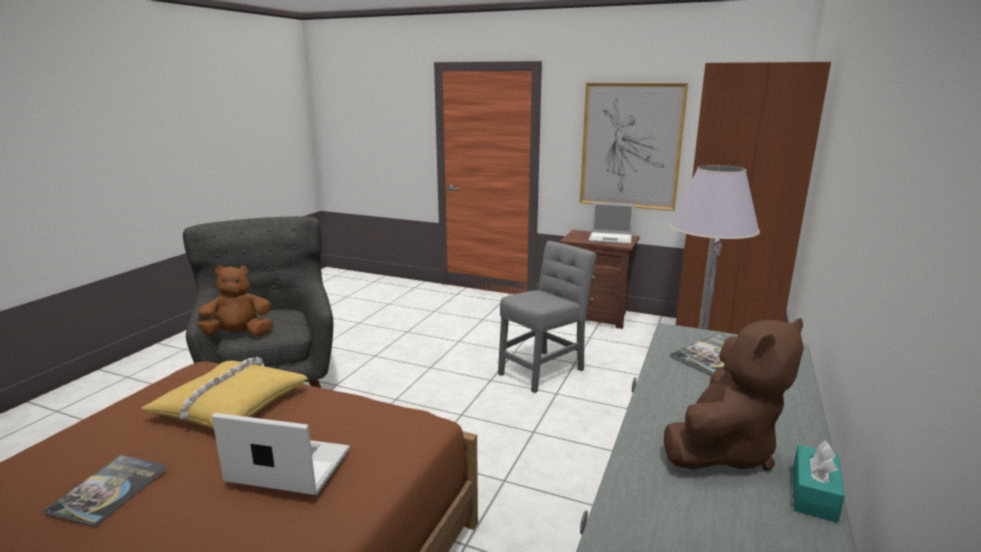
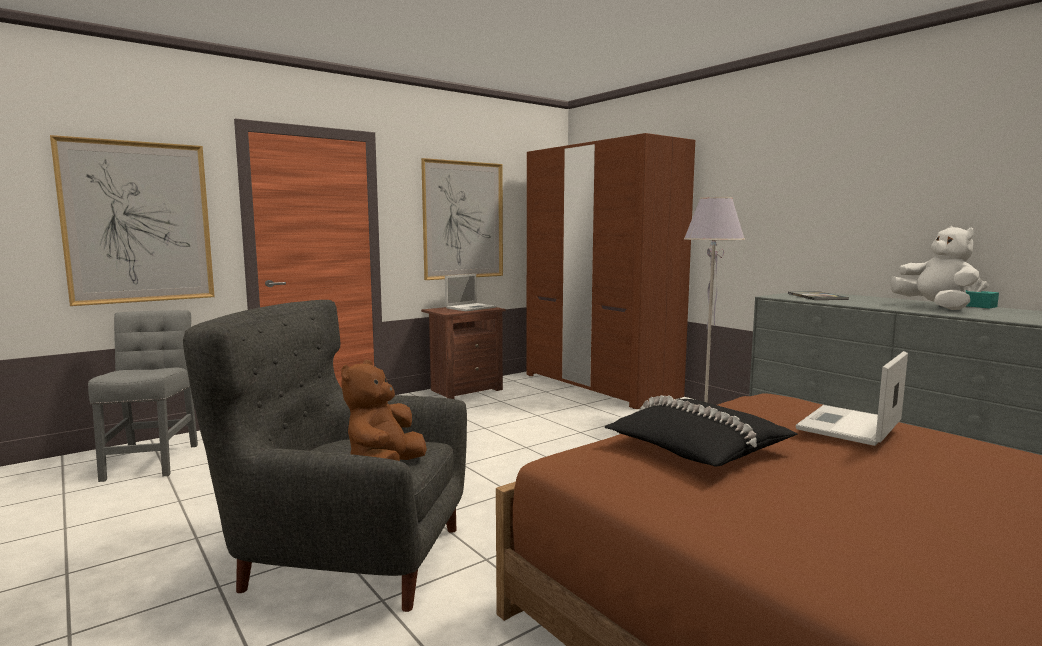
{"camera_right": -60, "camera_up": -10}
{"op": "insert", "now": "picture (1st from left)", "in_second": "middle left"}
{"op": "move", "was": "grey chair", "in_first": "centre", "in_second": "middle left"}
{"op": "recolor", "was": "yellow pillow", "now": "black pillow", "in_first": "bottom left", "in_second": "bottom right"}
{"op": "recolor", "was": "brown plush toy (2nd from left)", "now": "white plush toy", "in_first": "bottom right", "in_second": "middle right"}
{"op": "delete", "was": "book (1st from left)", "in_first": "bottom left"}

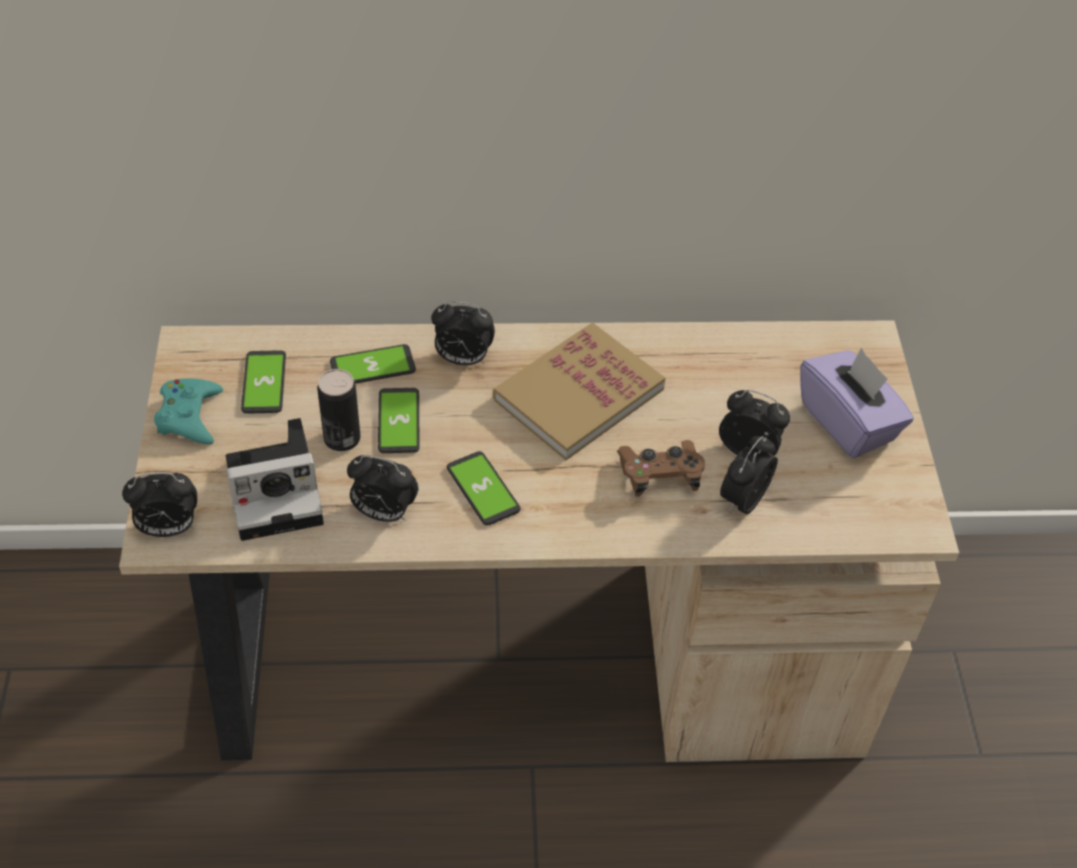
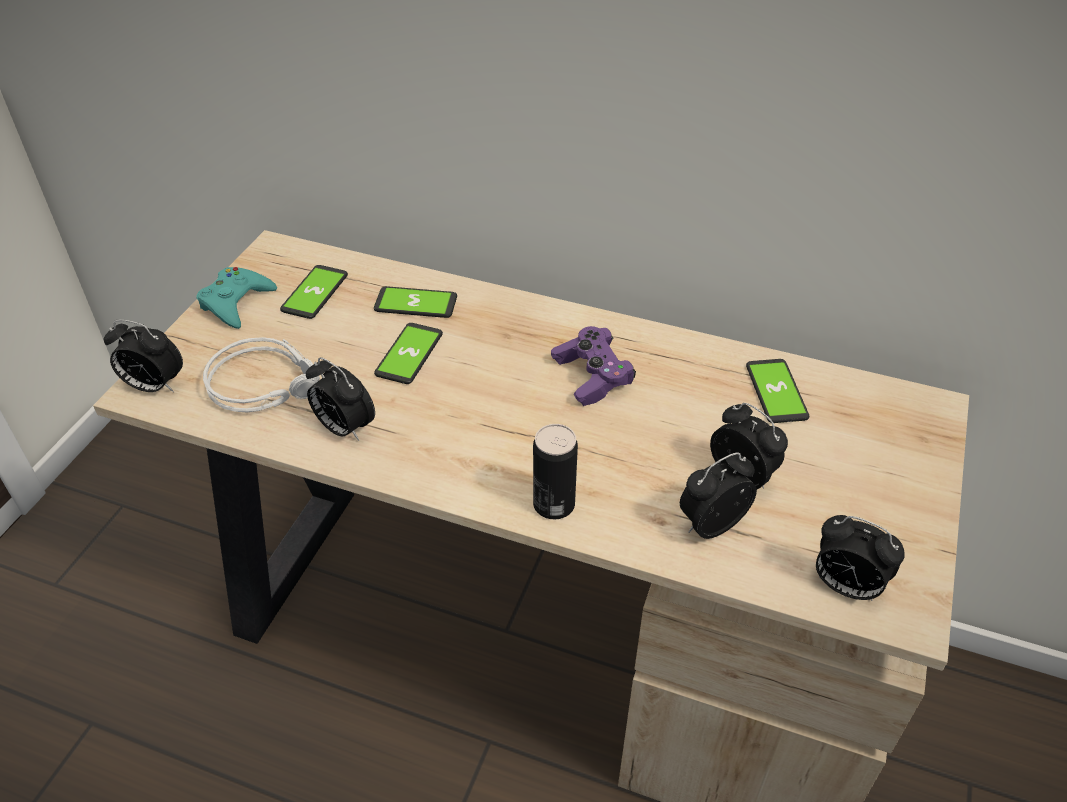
{"camera_right": 25, "camera_up": -5}
{"op": "replace", "was": "photo camera", "now": "grey headphones", "in_first": "middle left", "in_second": "middle left"}
{"op": "move", "was": "can", "in_first": "middle left", "in_second": "centre"}
{"op": "replace", "was": "book", "now": "purple game controller", "in_first": "centre", "in_second": "centre"}
{"op": "move", "was": "phone (4th from left)", "in_first": "centre", "in_second": "middle right"}
{"op": "move", "was": "alarm clock (3rd from left in the first image)", "now": "alarm clock (5th from left)", "in_first": "centre", "in_second": "bottom right"}
{"op": "delete", "was": "brown game controller", "in_first": "centre"}
{"op": "delete", "was": "purple tissue box", "in_first": "middle right"}

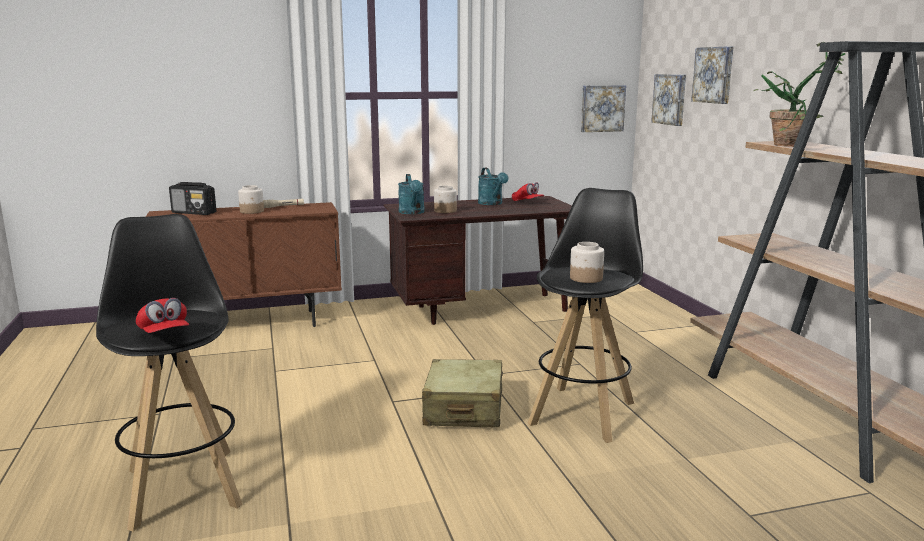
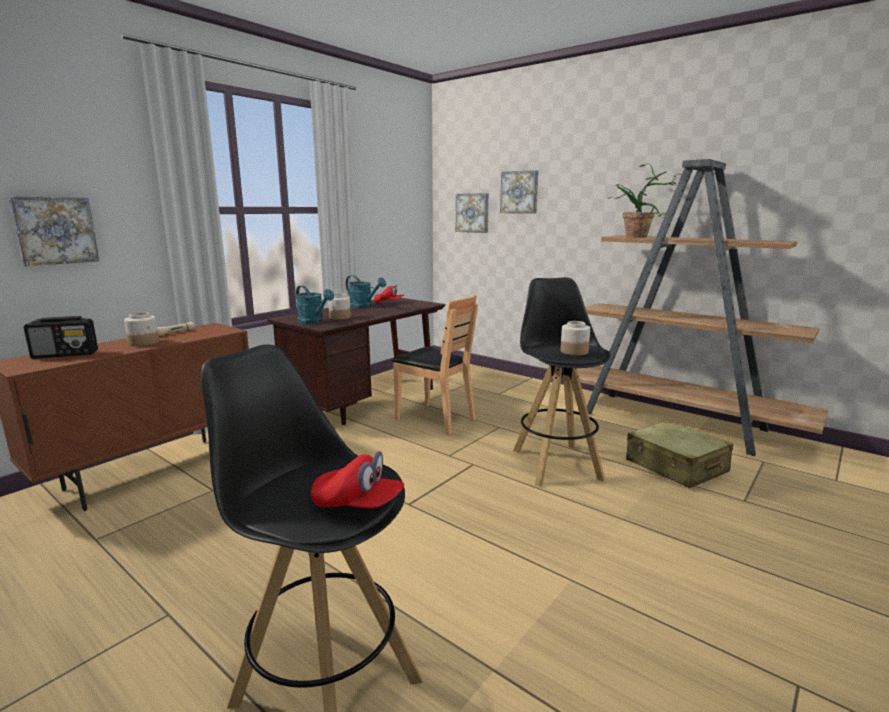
{"camera_right": -35, "camera_up": 0}
{"op": "move", "was": "picture (1st from left)", "in_first": "top centre", "in_second": "top left"}
{"op": "insert", "now": "brown chair", "in_second": "centre"}
{"op": "move", "was": "beige suitcase", "in_first": "bottom centre", "in_second": "middle right"}

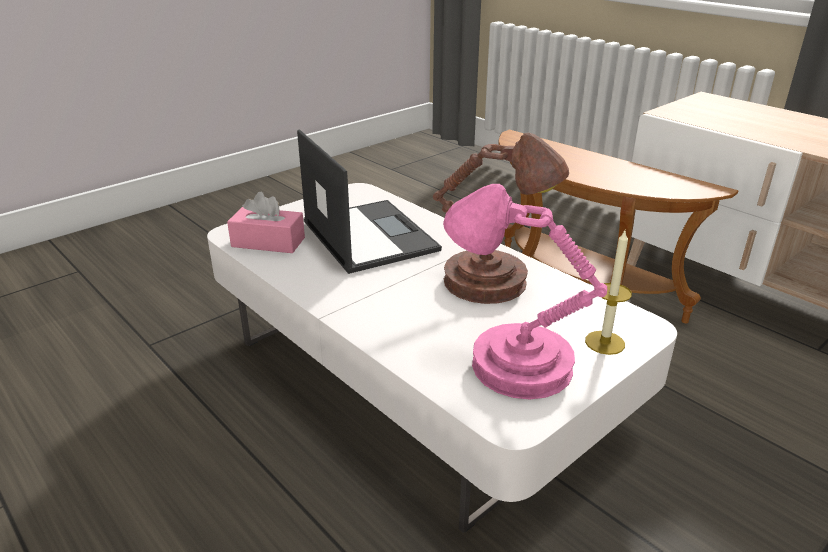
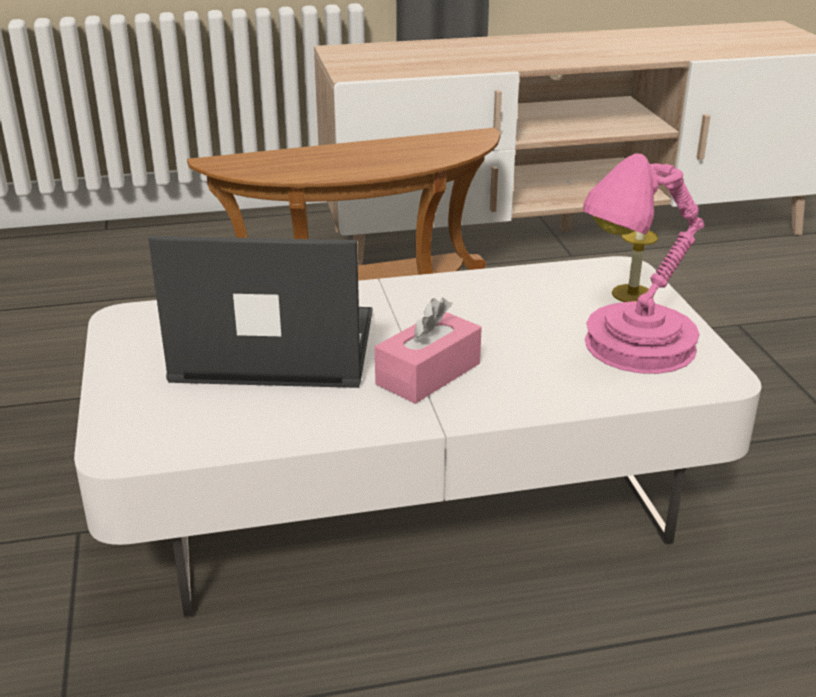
{"camera_right": -60, "camera_up": 0}
{"op": "move", "was": "pink tissue box", "in_first": "middle left", "in_second": "centre"}
{"op": "delete", "was": "brown table lamp", "in_first": "centre"}

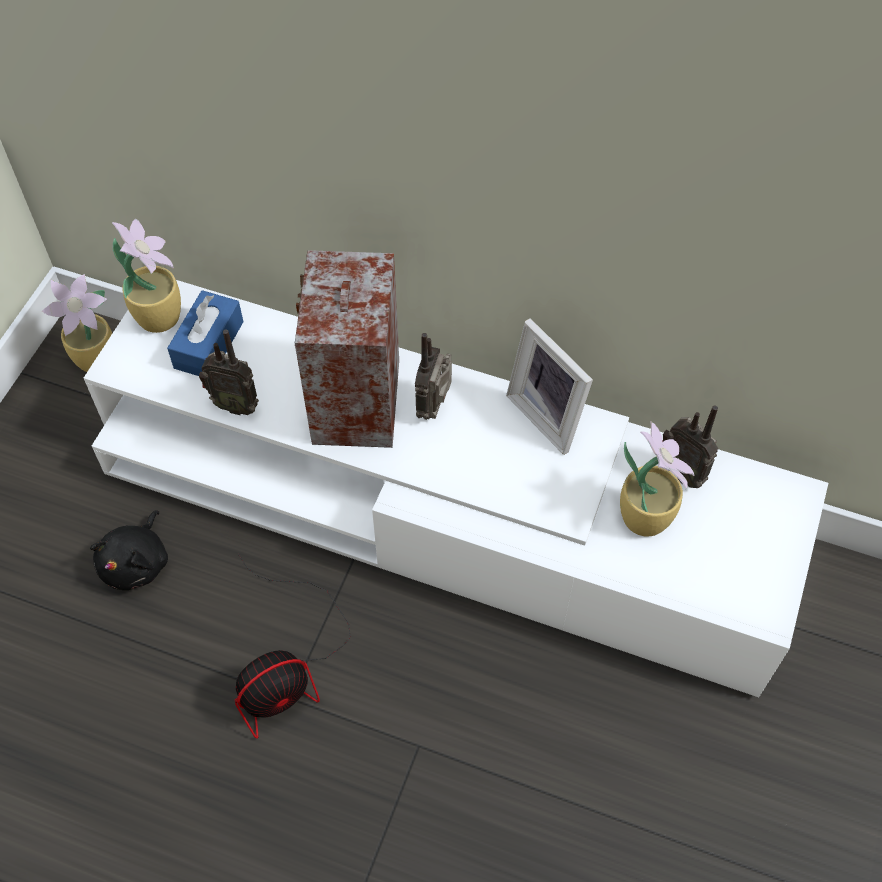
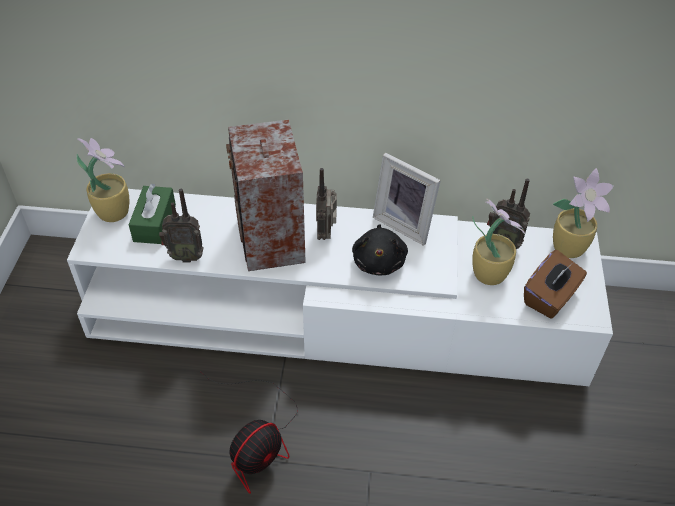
{"camera_right": -15, "camera_up": -10}
{"op": "recolor", "was": "blue tissue box", "now": "green tissue box", "in_first": "middle left", "in_second": "middle left"}
{"op": "move", "was": "black plush toy", "in_first": "middle left", "in_second": "centre"}
{"op": "insert", "now": "brown tissue box", "in_second": "middle right"}
{"op": "move", "was": "potted plant (1st from left in the first image)", "now": "potted plant (3rd from left)", "in_first": "middle left", "in_second": "middle right"}

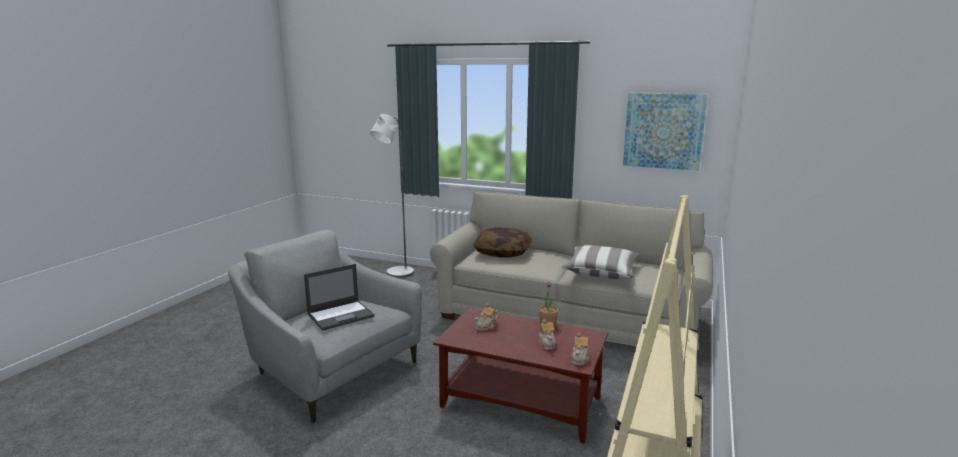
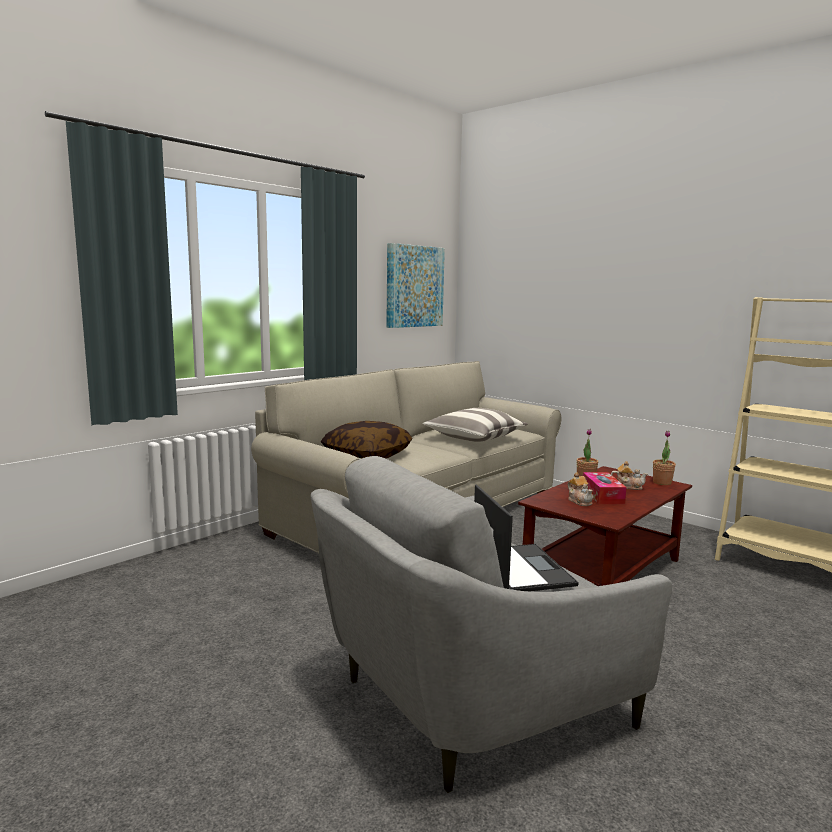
{"camera_right": -70, "camera_up": -5}
{"op": "insert", "now": "tissue box", "in_second": "middle right"}
{"op": "replace", "was": "teapot (3rd from left)", "now": "potted plant (2nd from left)", "in_first": "bottom centre", "in_second": "middle right"}
{"op": "delete", "was": "grey floor lamp", "in_first": "centre"}

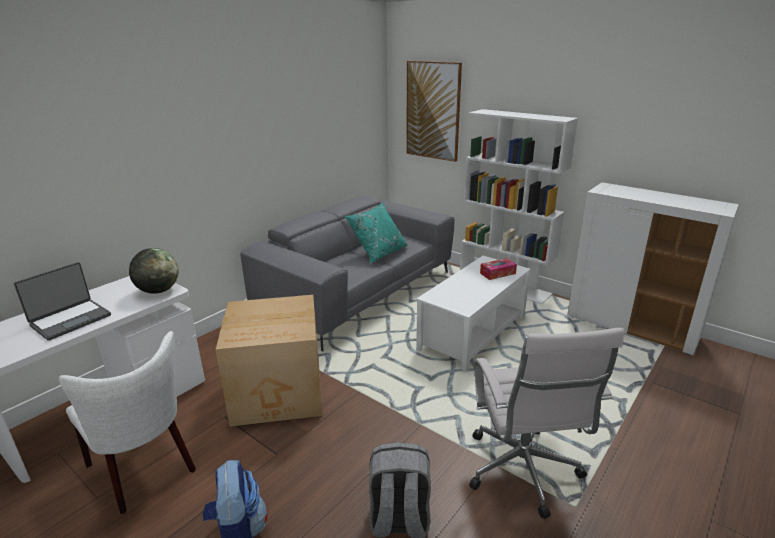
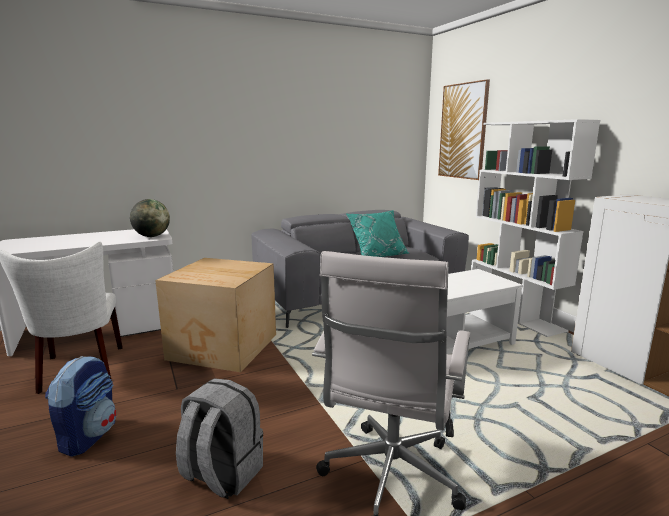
{"camera_right": 25, "camera_up": -10}
{"op": "delete", "was": "laptop", "in_first": "middle left"}
{"op": "delete", "was": "tissue box", "in_first": "centre"}

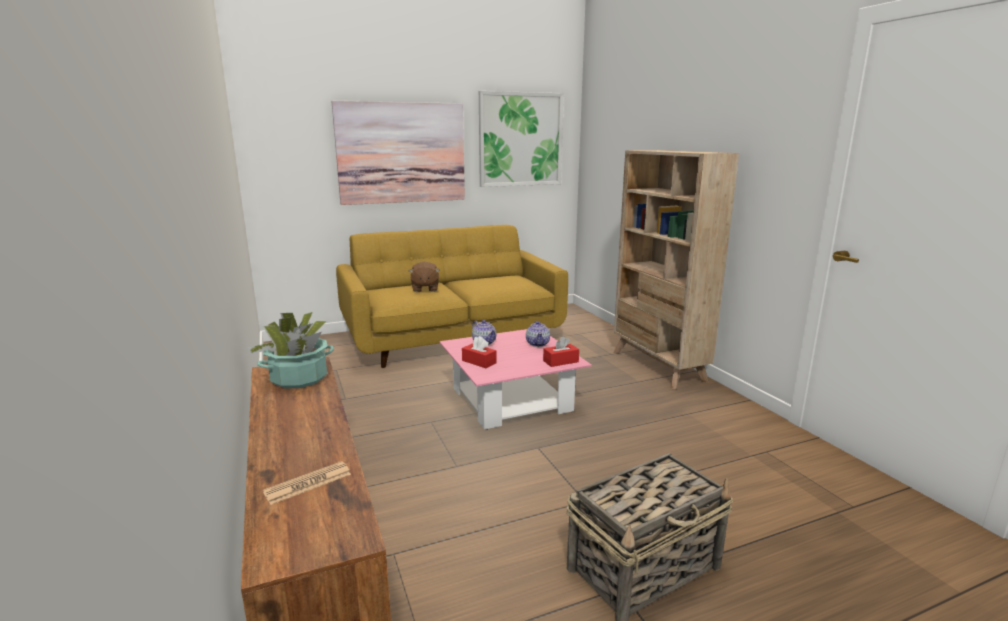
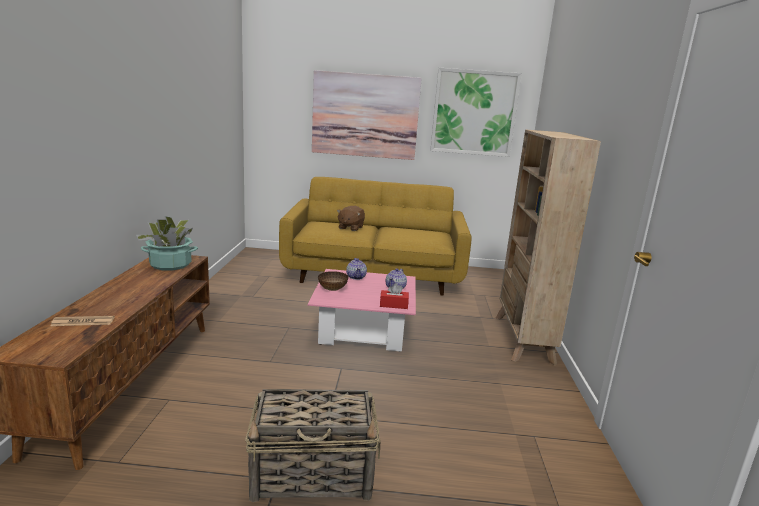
{"camera_right": 25, "camera_up": 0}
{"op": "replace", "was": "red tissue box (1st from left)", "now": "bowl", "in_first": "centre", "in_second": "centre"}

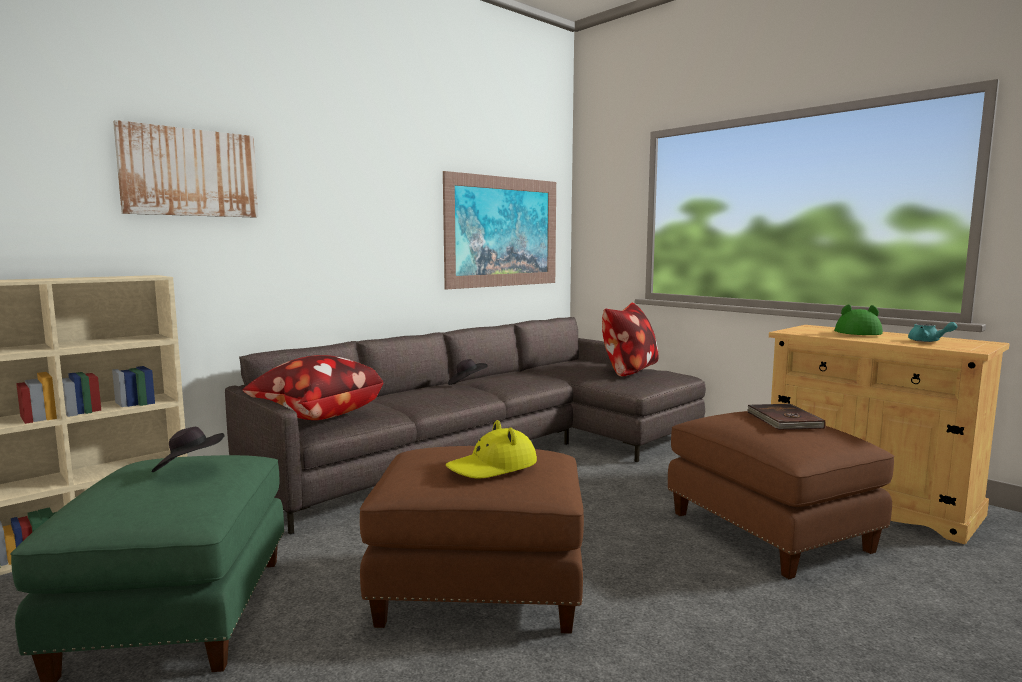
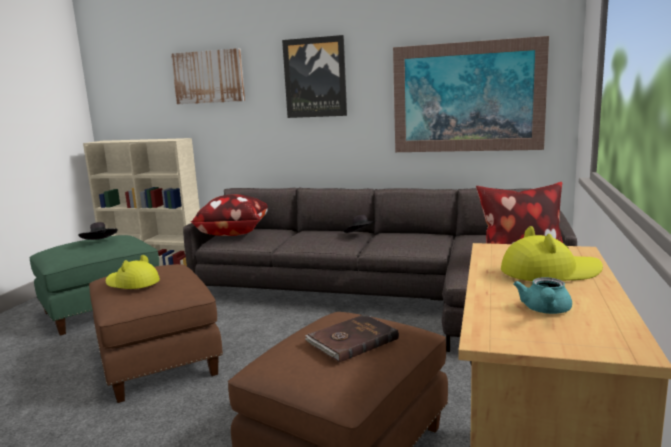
{"camera_right": 60, "camera_up": 5}
{"op": "insert", "now": "picture (2nd from left)", "in_second": "top centre"}
{"op": "recolor", "was": "green hat", "now": "yellow hat (2nd from left)", "in_first": "middle right", "in_second": "middle right"}

